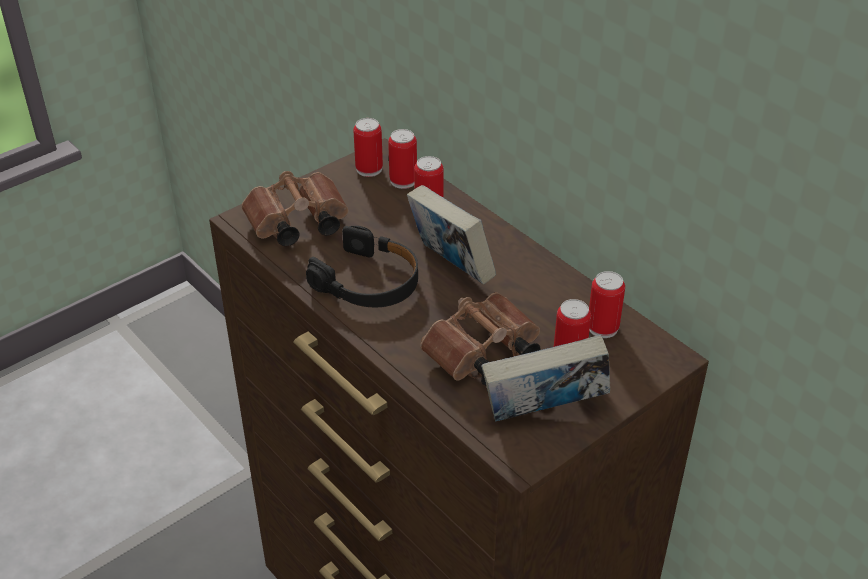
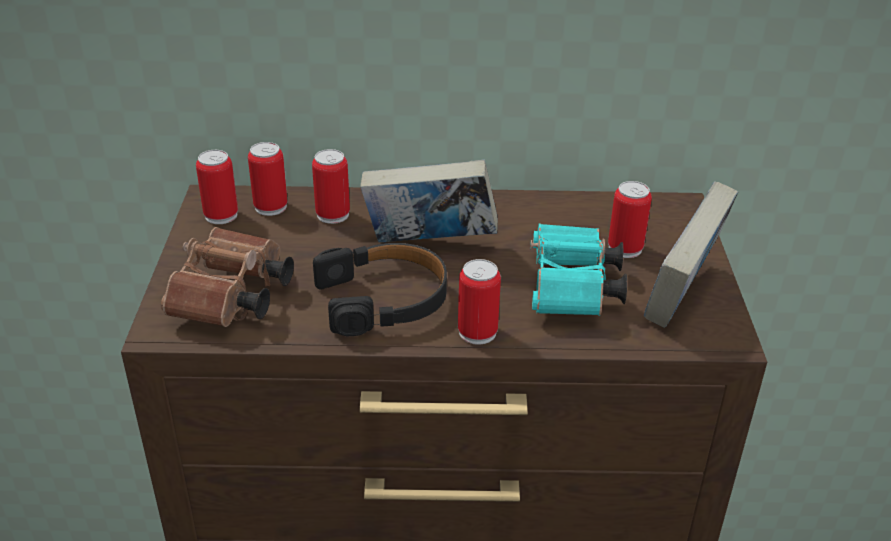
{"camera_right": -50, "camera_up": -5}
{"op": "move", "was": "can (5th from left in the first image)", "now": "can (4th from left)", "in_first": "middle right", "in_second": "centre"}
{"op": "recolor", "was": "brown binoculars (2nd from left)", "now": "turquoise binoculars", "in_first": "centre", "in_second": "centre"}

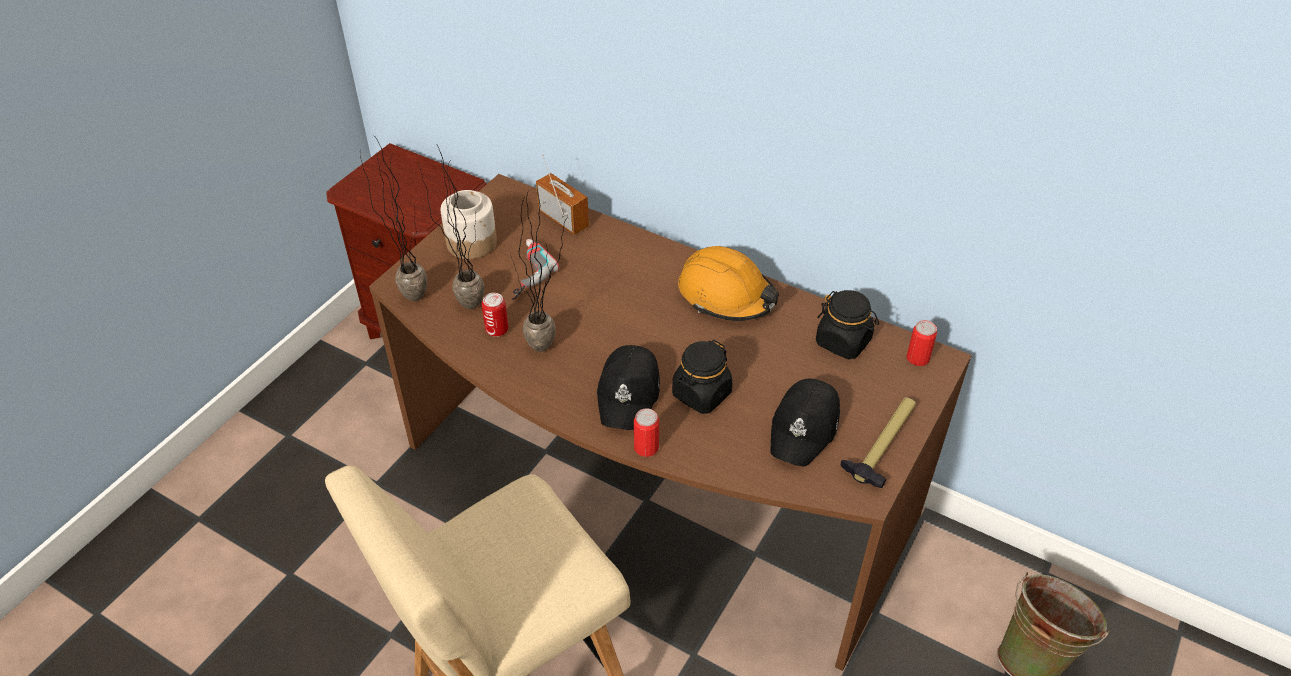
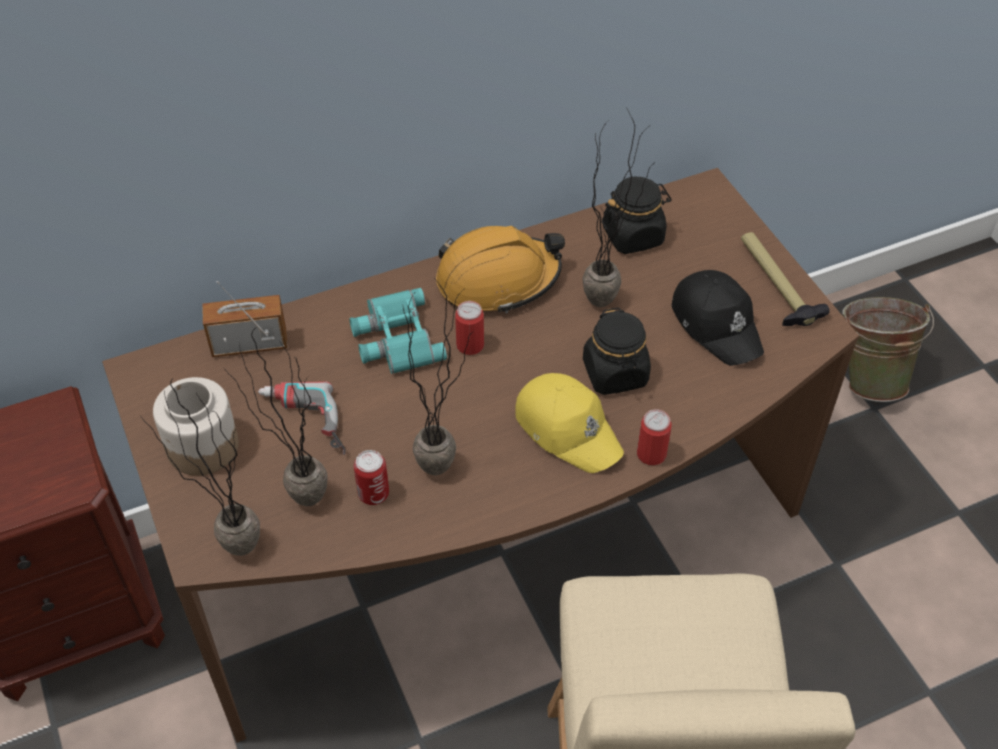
{"camera_right": -55, "camera_up": 5}
{"op": "insert", "now": "turquoise binoculars", "in_second": "centre"}
{"op": "move", "was": "can (3rd from left in the first image)", "now": "can (2nd from left)", "in_first": "middle right", "in_second": "centre"}
{"op": "recolor", "was": "black cap (1st from left)", "now": "yellow cap", "in_first": "centre", "in_second": "centre"}
{"op": "insert", "now": "potted plant (4th from left)", "in_second": "top centre"}

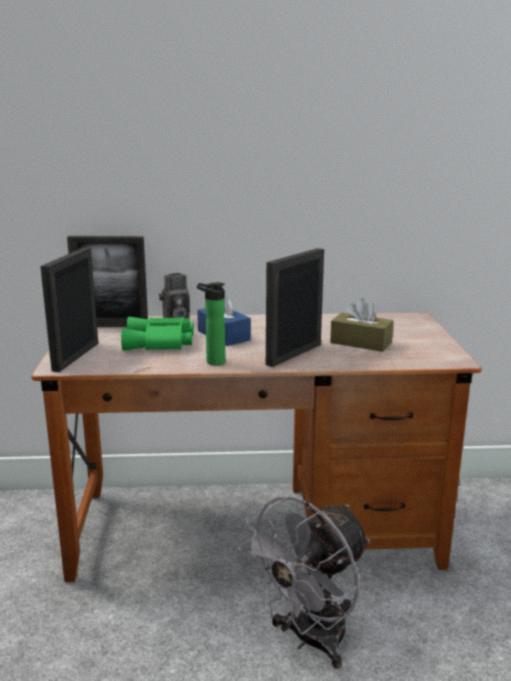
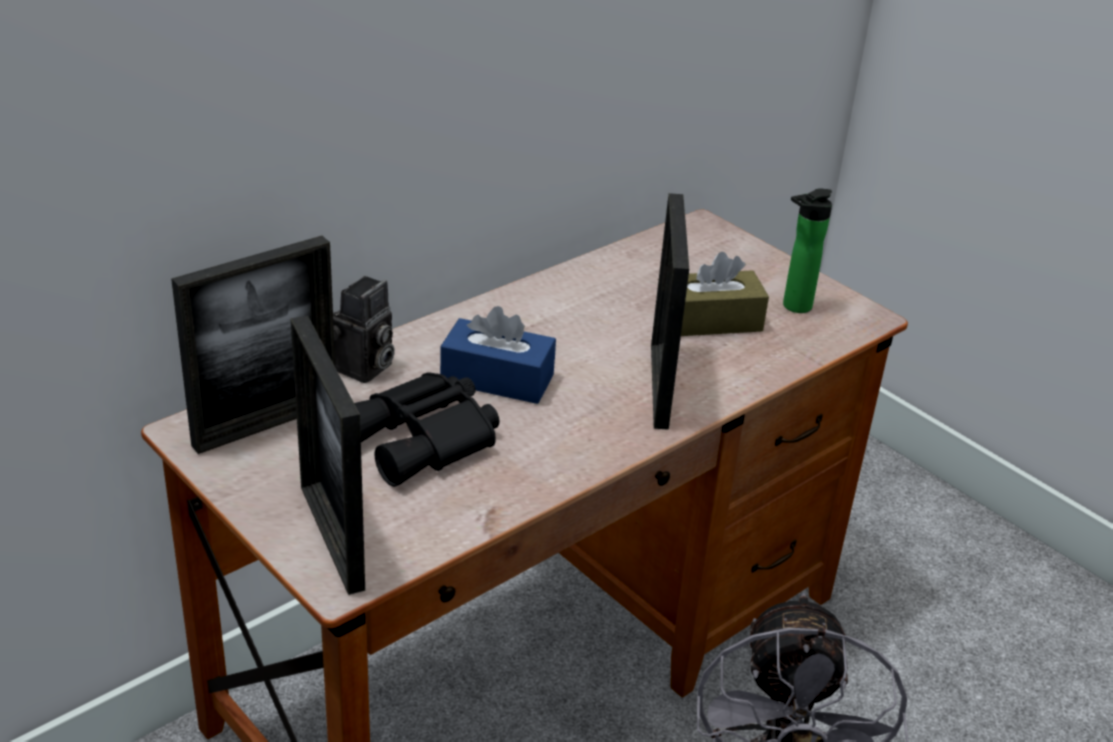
{"camera_right": -40, "camera_up": 15}
{"op": "recolor", "was": "green binoculars", "now": "black binoculars", "in_first": "middle left", "in_second": "centre"}
{"op": "move", "was": "bottle", "in_first": "centre", "in_second": "middle right"}

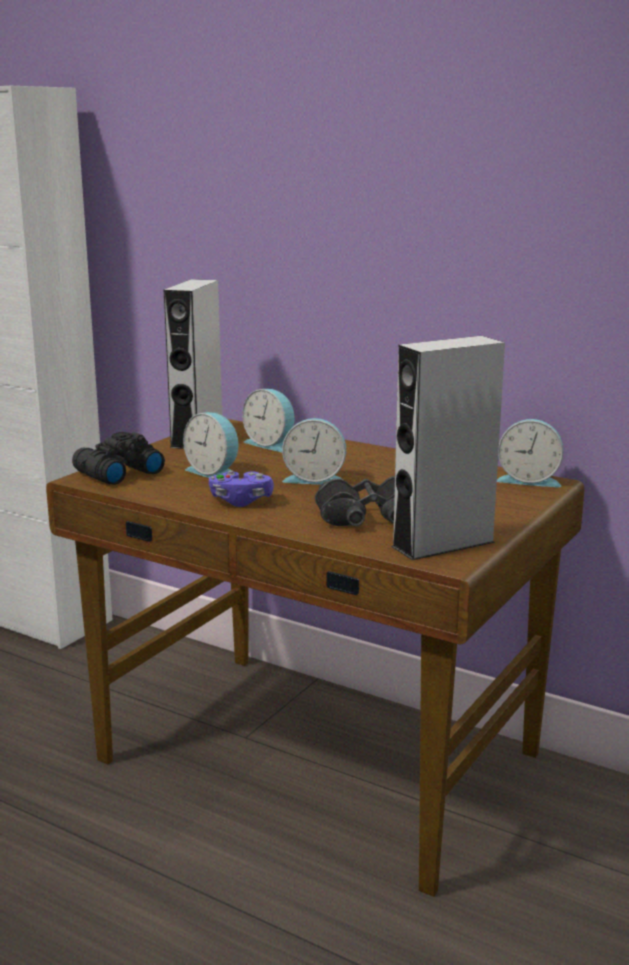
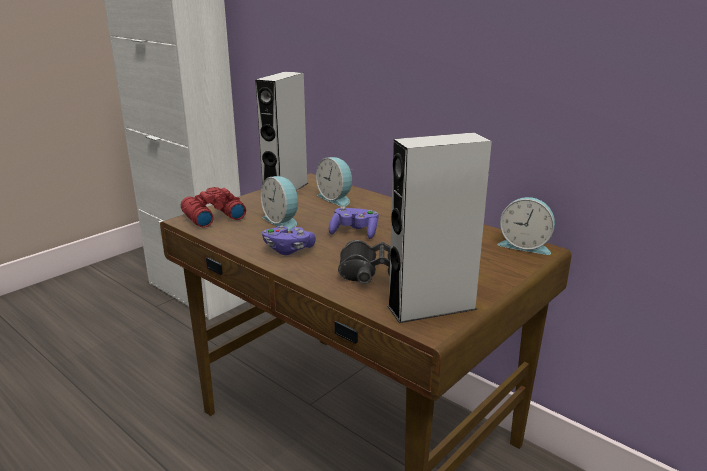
{"camera_right": 10, "camera_up": 5}
{"op": "recolor", "was": "black binoculars (1st from left)", "now": "red binoculars", "in_first": "middle left", "in_second": "middle left"}
{"op": "replace", "was": "alarm clock (3rd from left)", "now": "purple game controller (2nd from left)", "in_first": "centre", "in_second": "centre"}

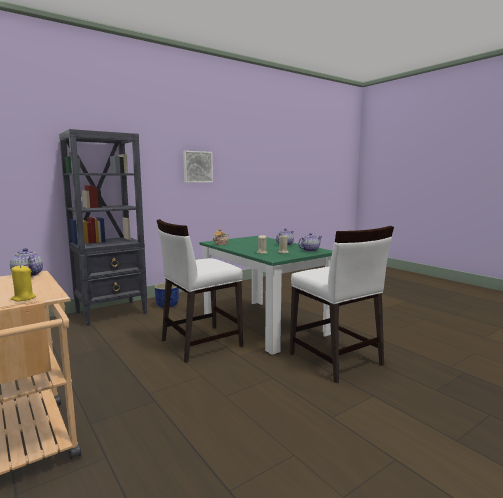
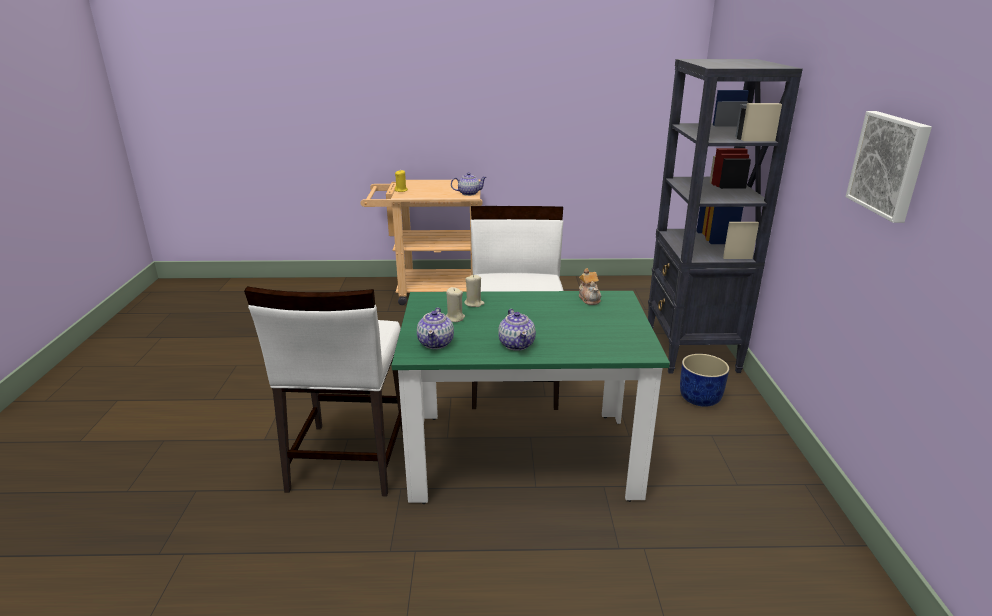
{"camera_right": 125, "camera_up": 15}
{"op": "rotate", "was": "white chair (2nd from left in the first image)", "in_first": "middle right", "in_second": "middle left", "clockwise": -90}

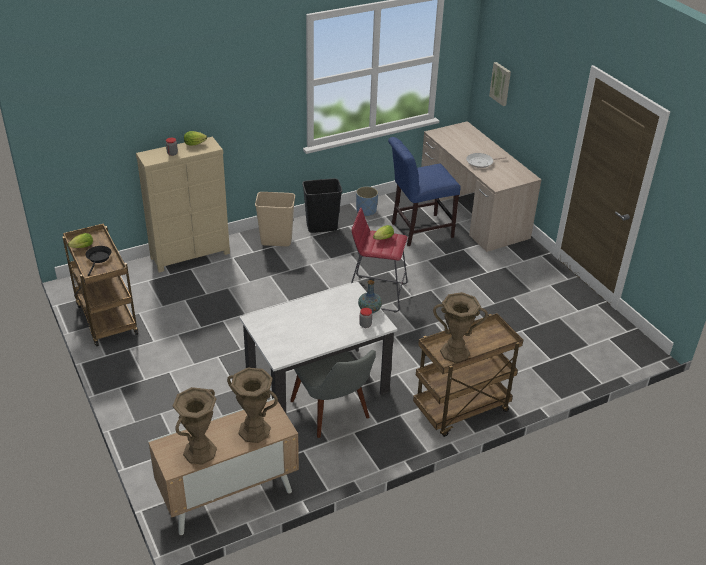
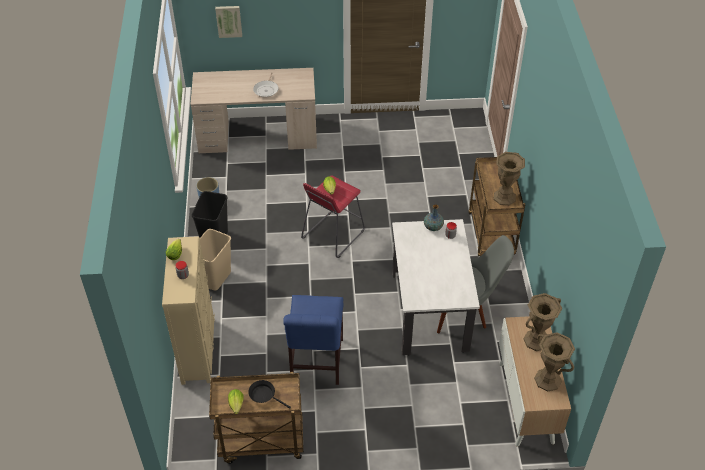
{"camera_right": -65, "camera_up": 10}
{"op": "move", "was": "blue chair", "in_first": "centre", "in_second": "bottom centre"}

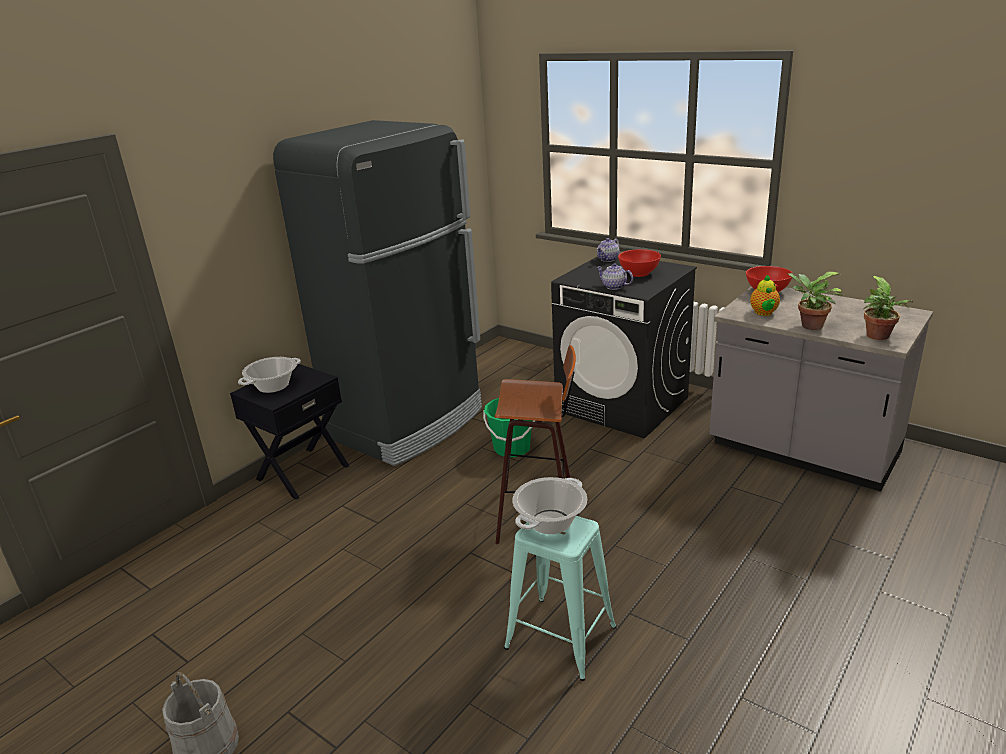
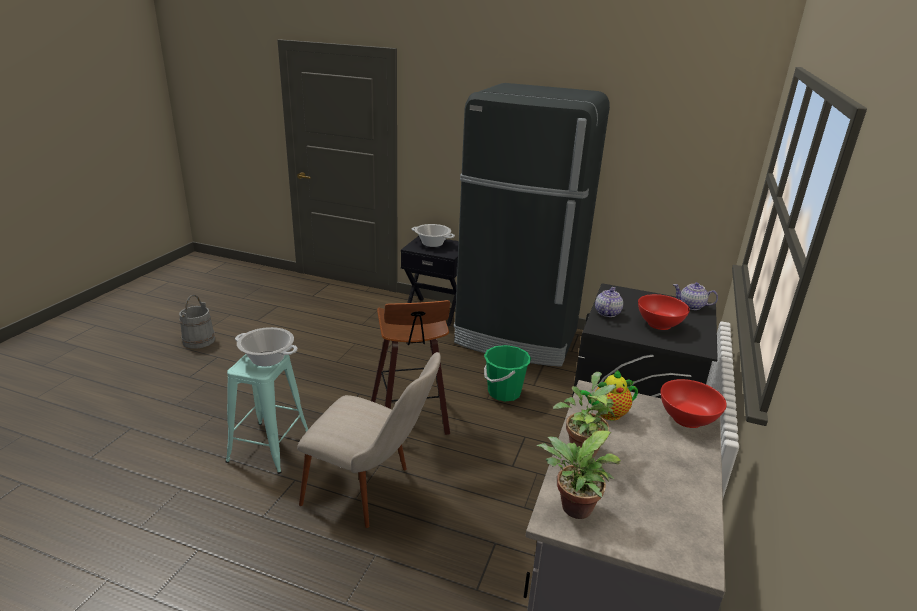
{"camera_right": 70, "camera_up": 0}
{"op": "insert", "now": "beige chair", "in_second": "bottom centre"}

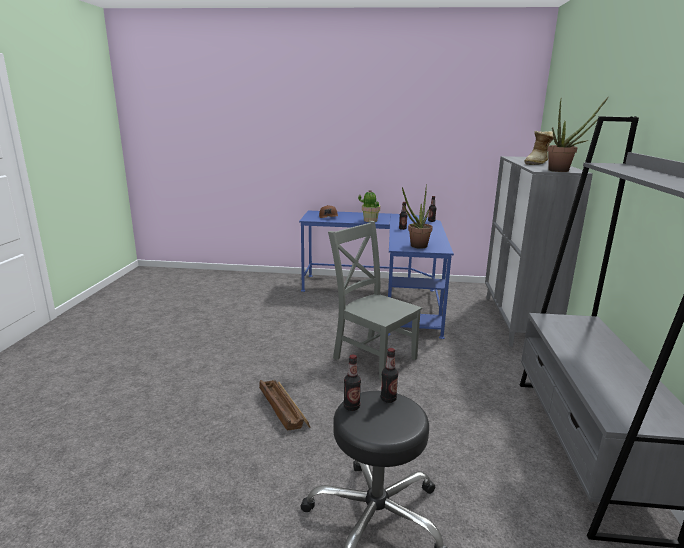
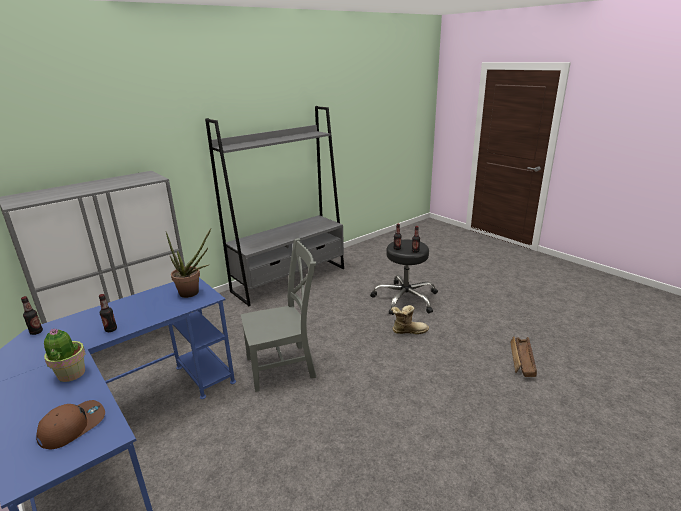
{"camera_right": -135, "camera_up": 5}
{"op": "rotate", "was": "grey chair", "in_first": "centre", "in_second": "centre", "clockwise": -105}
{"op": "move", "was": "boot", "in_first": "top right", "in_second": "centre"}
{"op": "move", "was": "crate", "in_first": "bottom centre", "in_second": "bottom right"}
{"op": "delete", "was": "potted plant (3rd from left)", "in_first": "top right"}

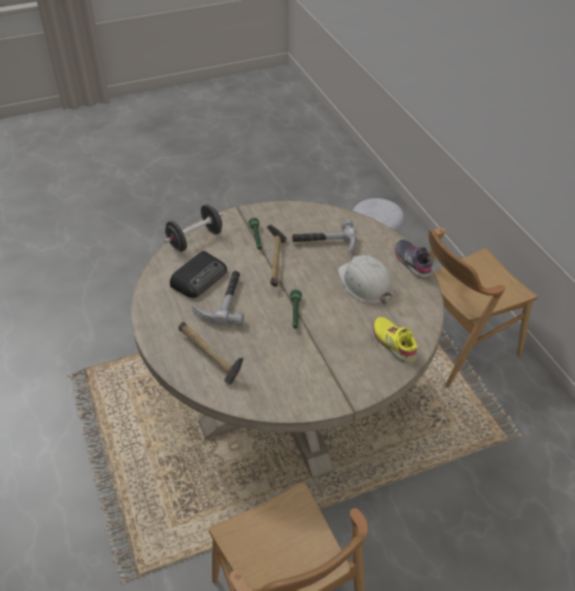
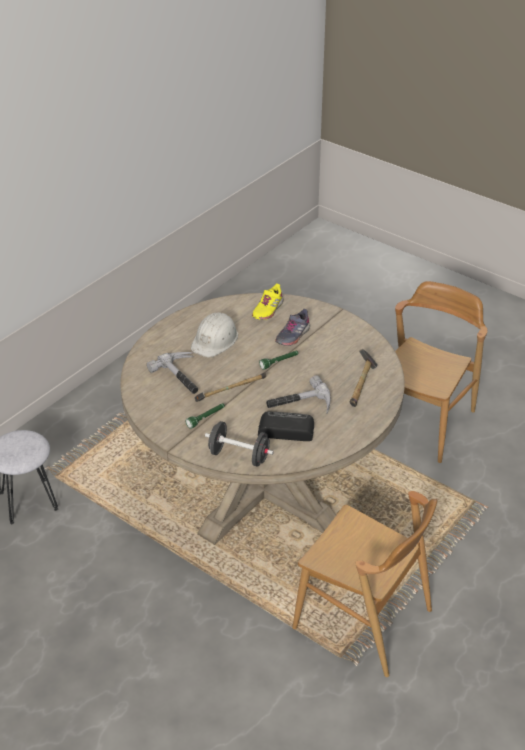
{"camera_right": -120, "camera_up": -5}
{"op": "move", "was": "grey shoe", "in_first": "middle right", "in_second": "centre"}
{"op": "move", "was": "brown chair (2nd from left in the first image)", "now": "brown chair (1st from left)", "in_first": "middle right", "in_second": "bottom right"}

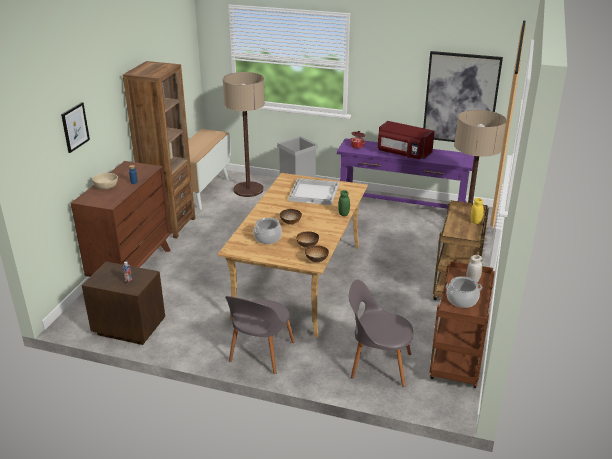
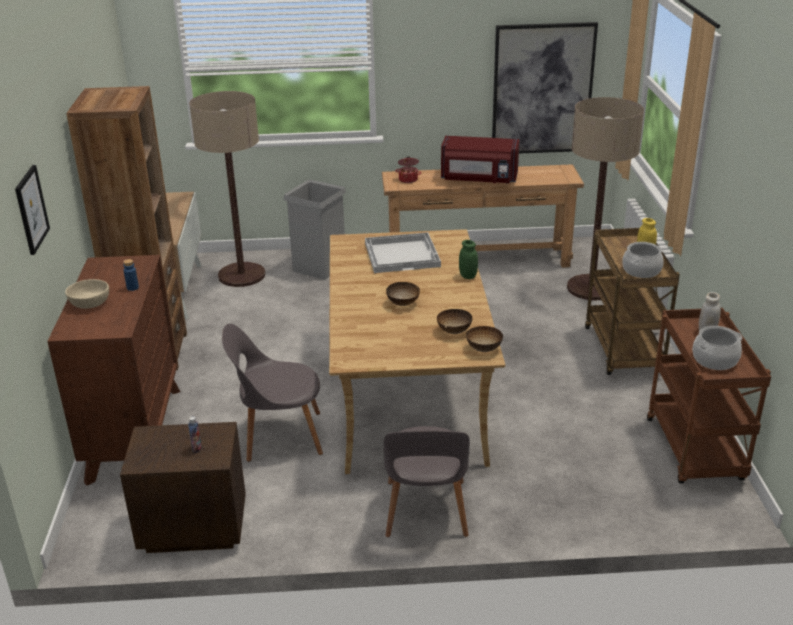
{"camera_right": -20, "camera_up": 0}
{"op": "move", "was": "grey chair (2nd from left in the first image)", "now": "grey chair (1st from left)", "in_first": "bottom centre", "in_second": "centre"}
{"op": "recolor", "was": "purple console table", "now": "brown console table", "in_first": "centre", "in_second": "centre"}
{"op": "move", "was": "cooking pot (1st from left in the first image)", "now": "cooking pot (2nd from left)", "in_first": "centre", "in_second": "middle right"}

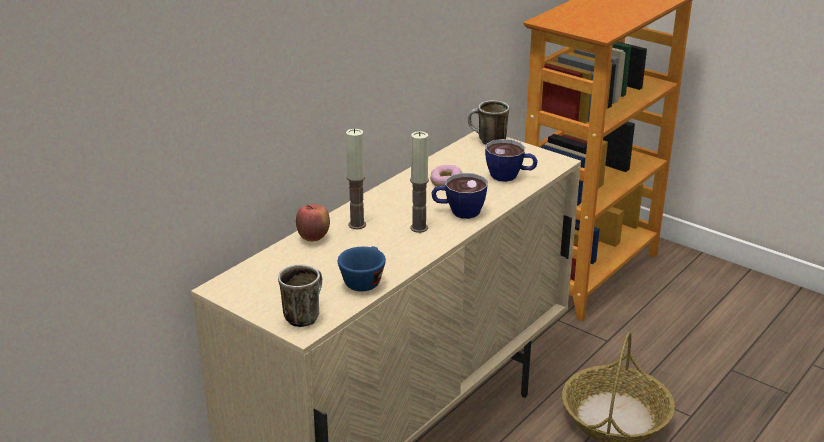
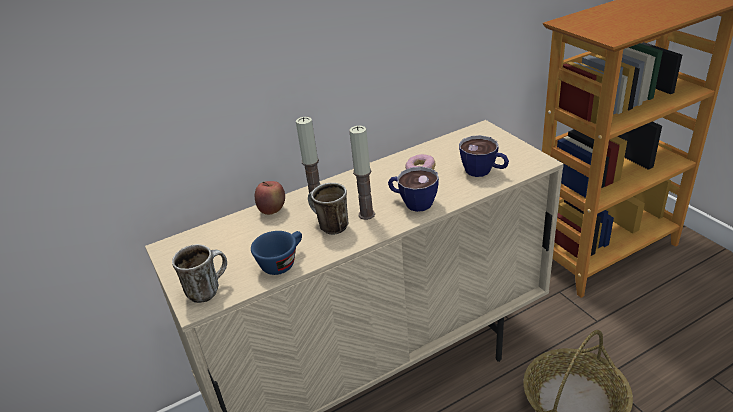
{"camera_right": 25, "camera_up": 5}
{"op": "move", "was": "mug (2nd from left)", "in_first": "top centre", "in_second": "centre"}

